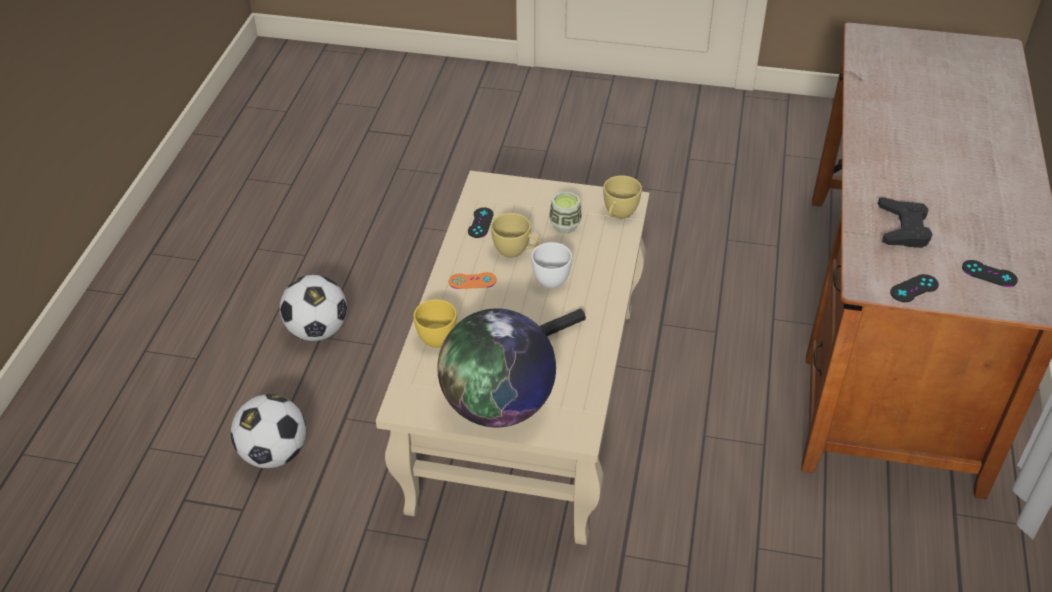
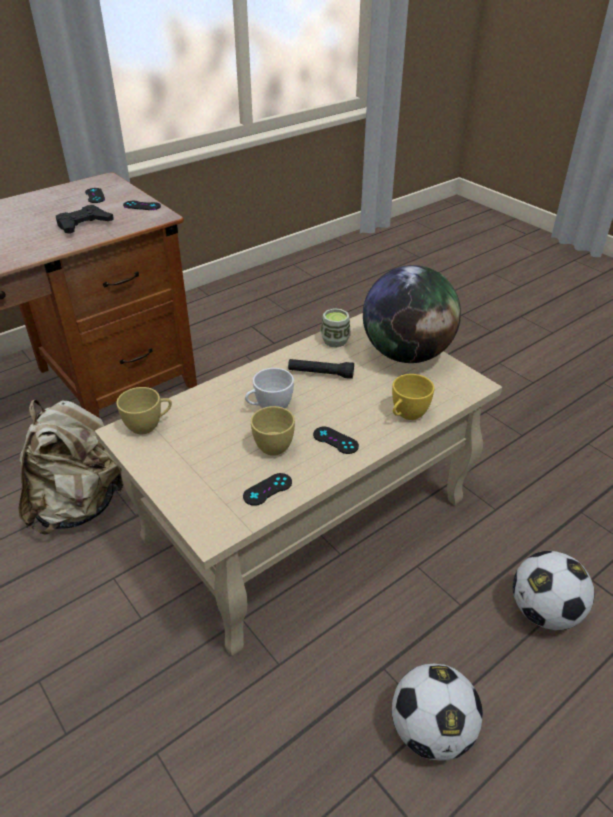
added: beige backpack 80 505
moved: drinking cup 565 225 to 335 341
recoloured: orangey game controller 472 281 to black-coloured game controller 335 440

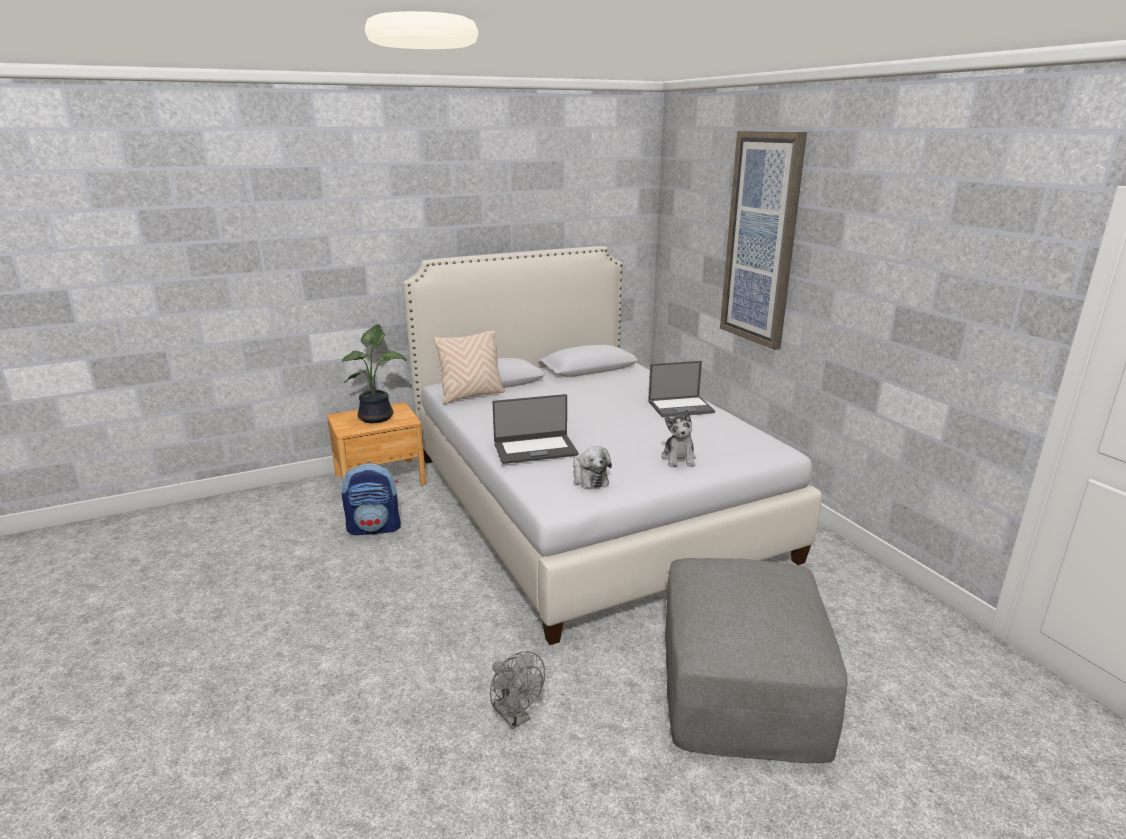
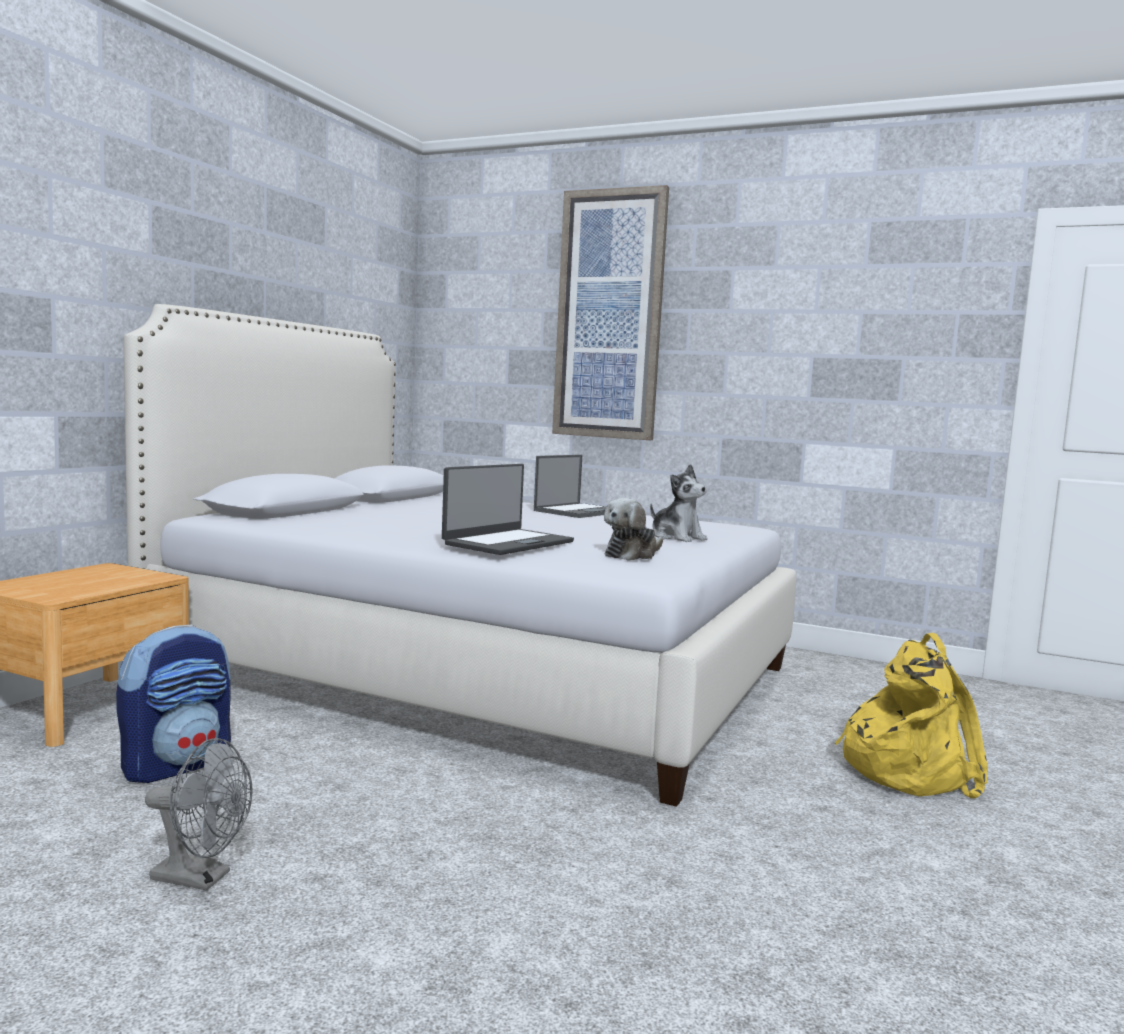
removed: plant in a pot 378 417; beige cushion 471 396
moved: gray electric fan 515 717 to 201 878
replaced: gray ottoman 741 684 to yellowish backpack 907 770
turned: soft toy 589 478 = 632 555 105 degrees clockwise

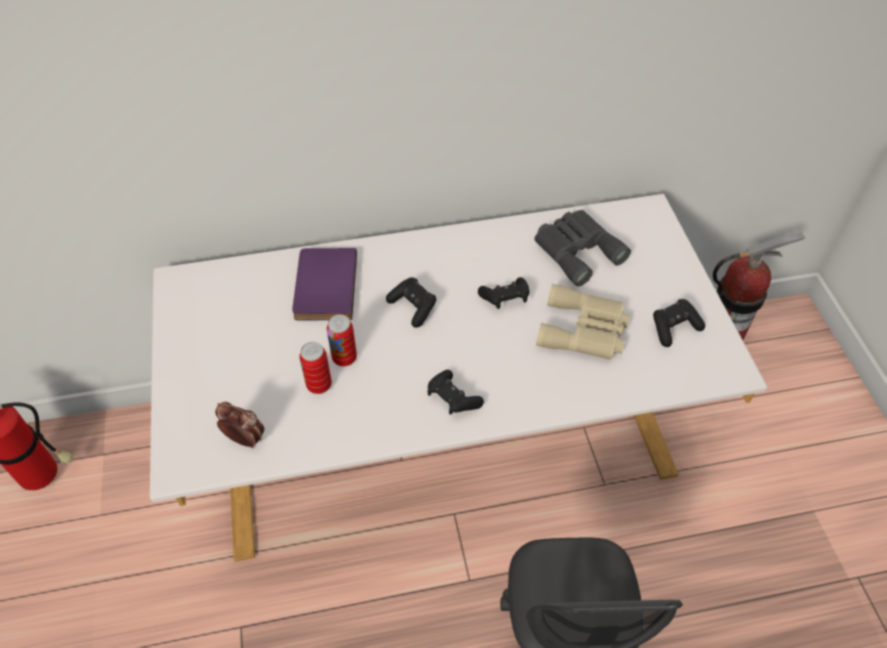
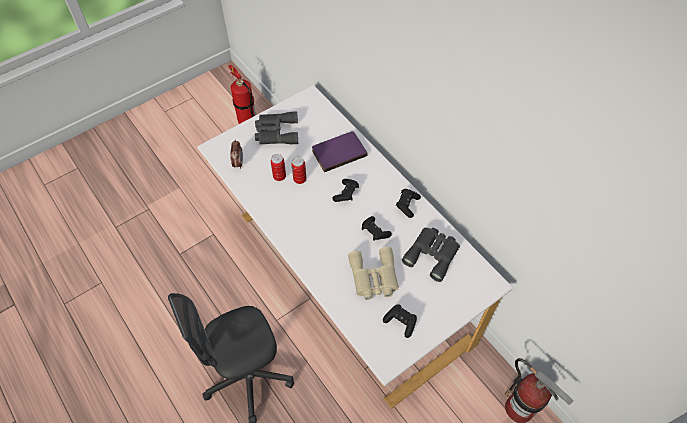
added: gray binoculars 276 132
moved: black-coloured game controller 452 399 to 407 205

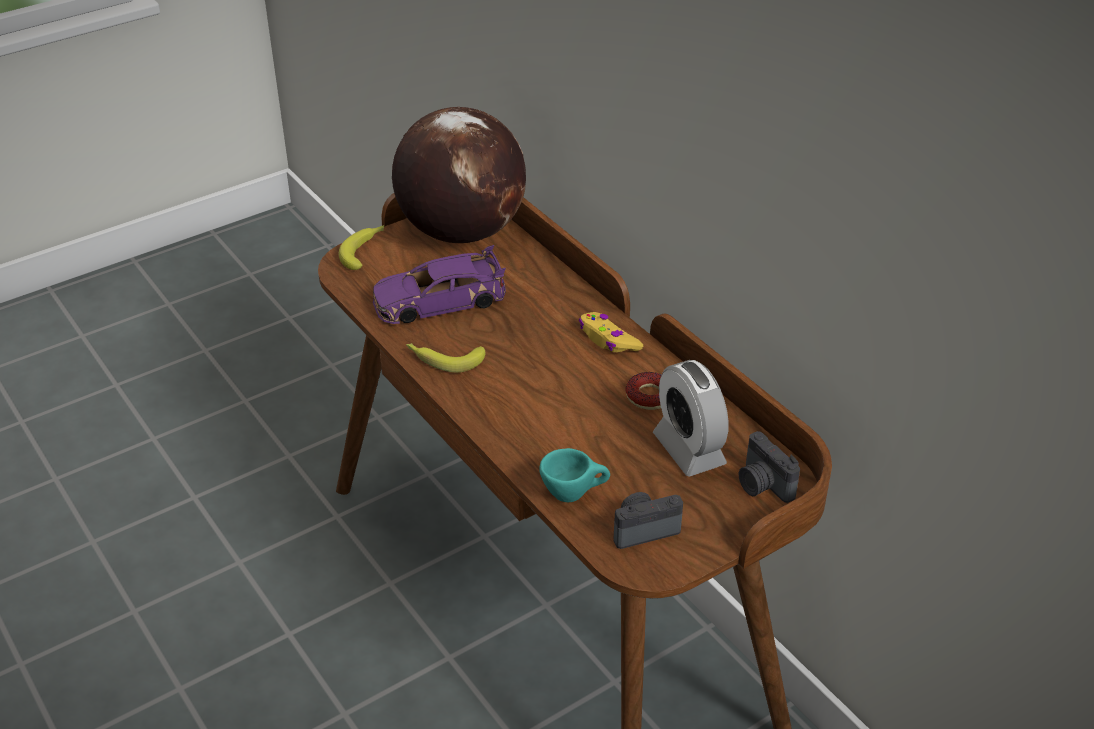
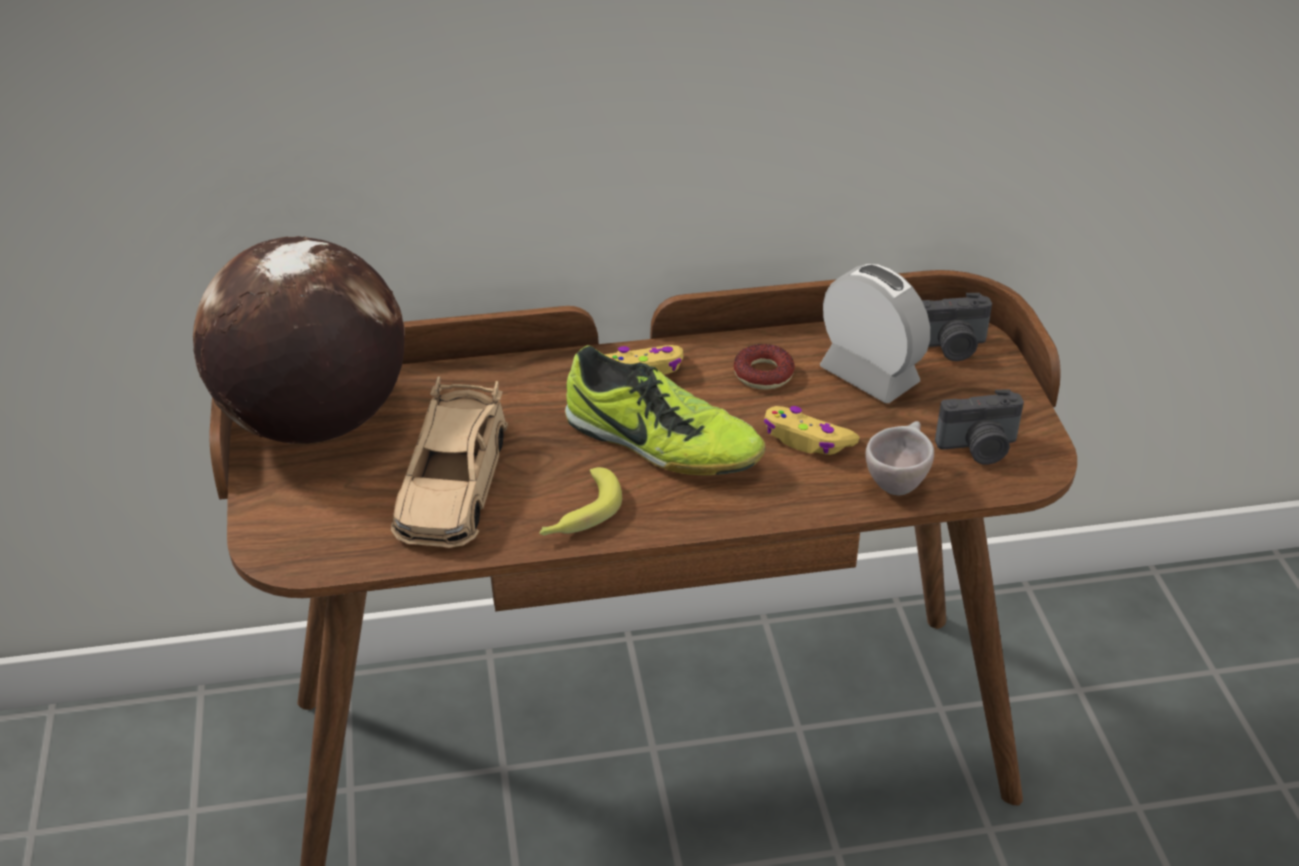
removed: banana fruit 365 251
added: shoe 661 444; yellowish game controller 807 440
recoloured: purplish model car 440 301 to beige model car 452 483; turquoise drinking cup 574 494 to beige drinking cup 897 481
turned: still camera 643 529 = 979 448 105 degrees counterclockwise; alarm clock 689 449 = 869 376 135 degrees counterclockwise

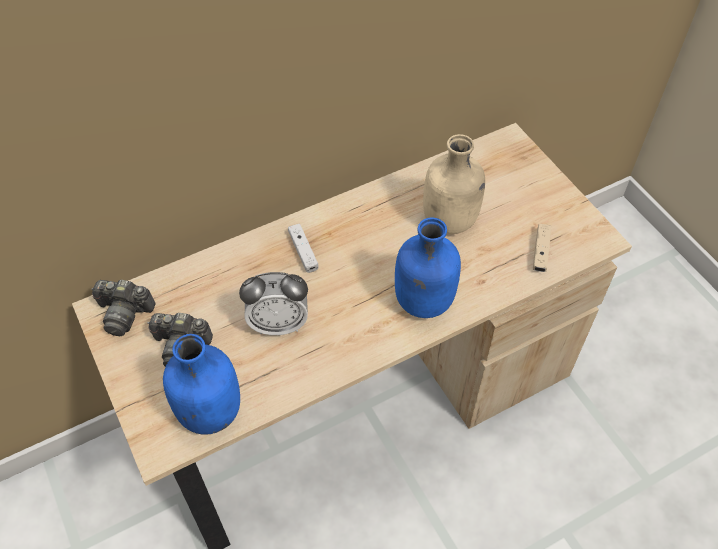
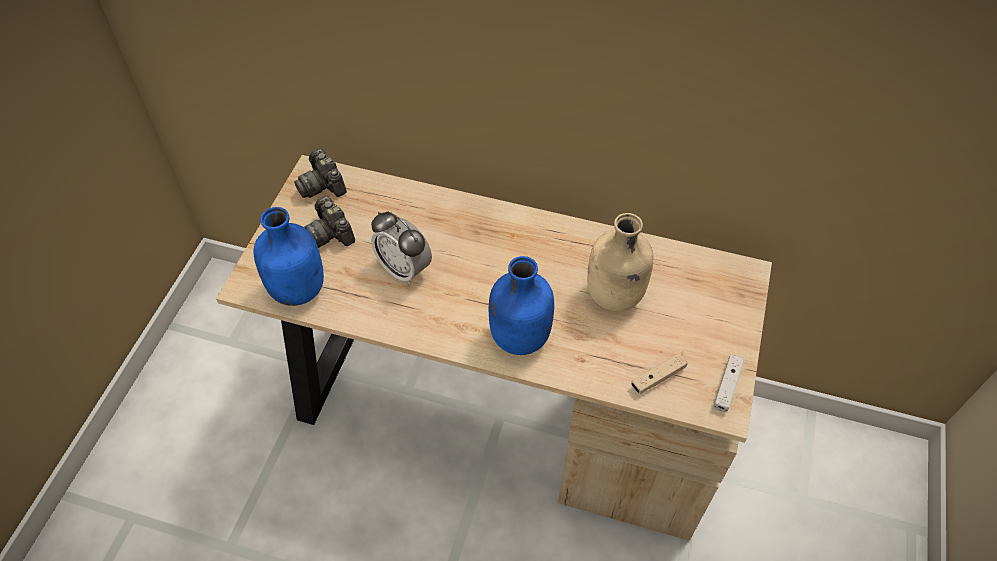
moved: white-coloured game controller 303 252 to 727 386

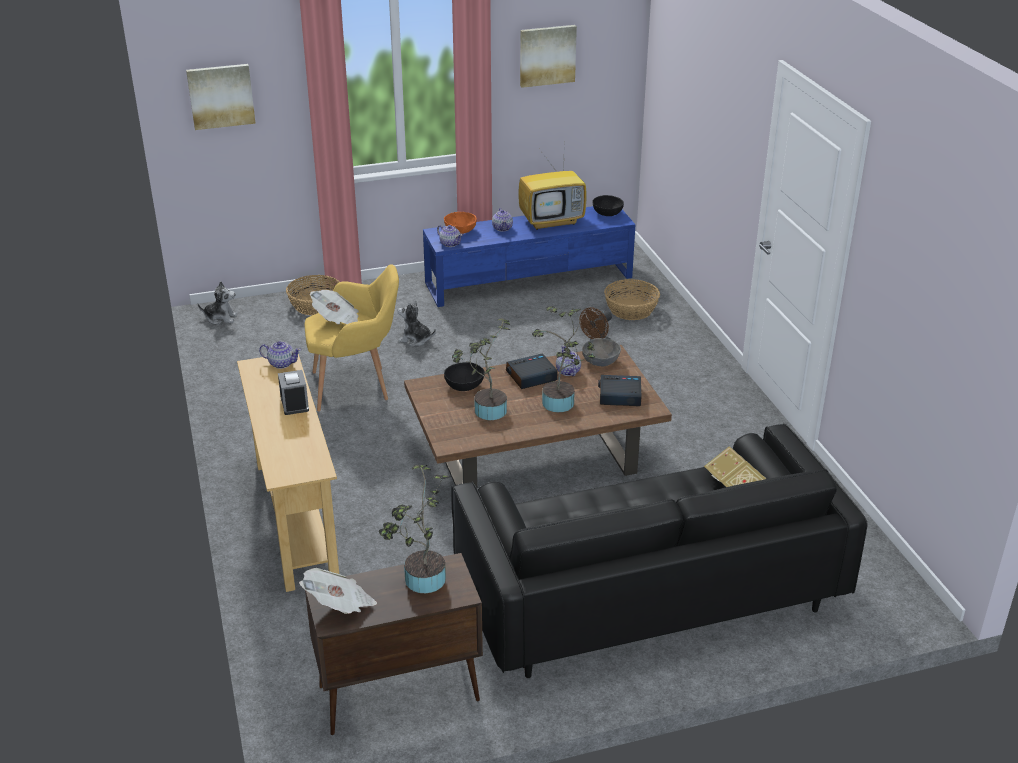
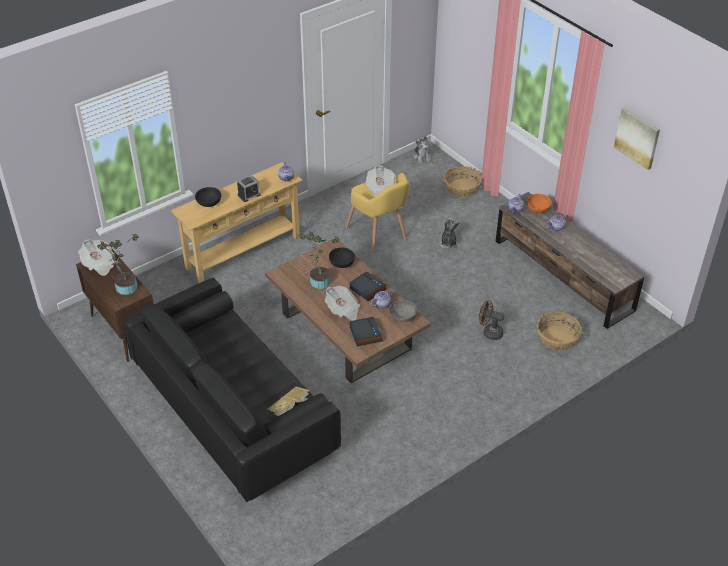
removed: wall picture 221 96; television 552 221
moved: black-coloured bowl 607 213 to 208 203
replaced: plant in a pot 562 404 to newspaper 343 310
recoloured: blue-coloured media console 530 280 to brownish media console 563 275

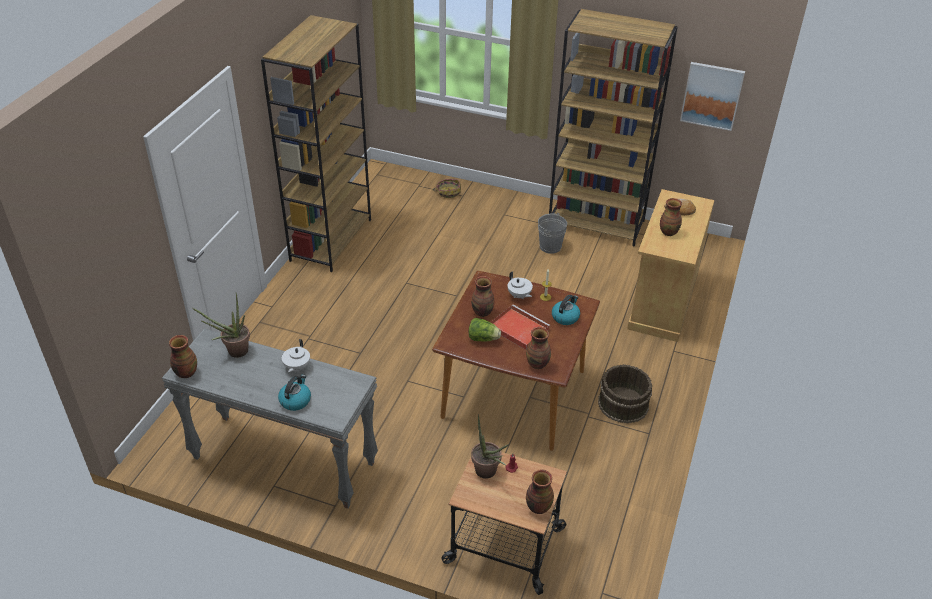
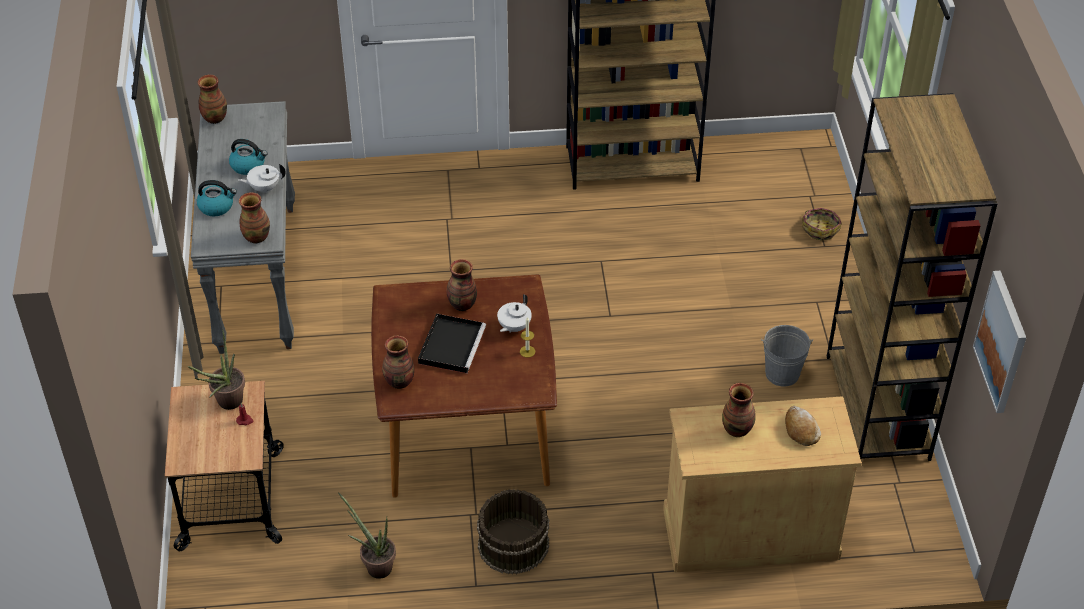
removed: lettuce 483 338
moved: plant in a pot 233 352 to 375 565; flower vase 538 507 to 256 237; kettle 565 317 to 248 165
recoloured: red tray 517 328 to black-coloured tray 451 345

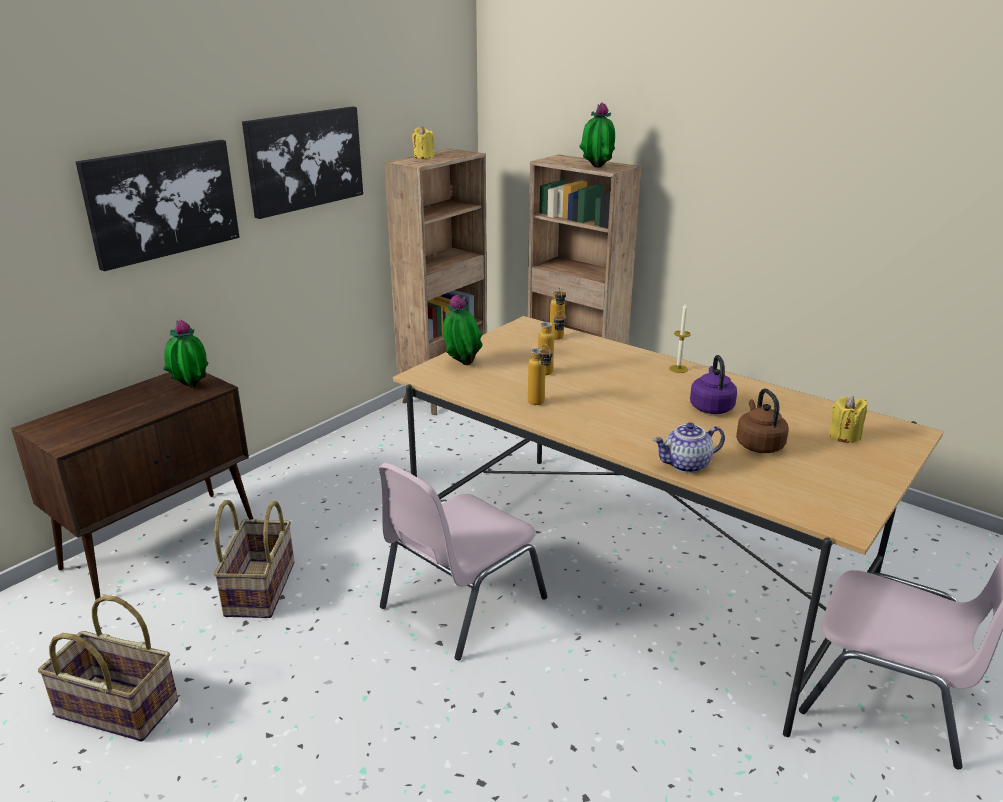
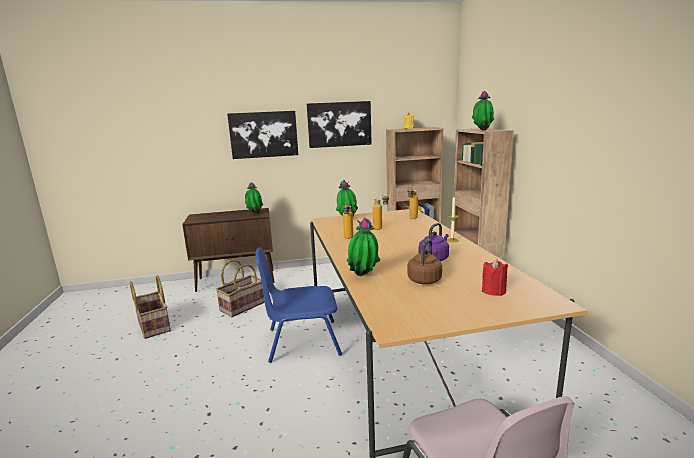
replaced: pot for tea 686 465 to plant in a pot 363 276
recoloured: pink-coloured chair 460 603 to blue-coloured chair 302 341; yellowish candle 844 436 to red candle 493 291

